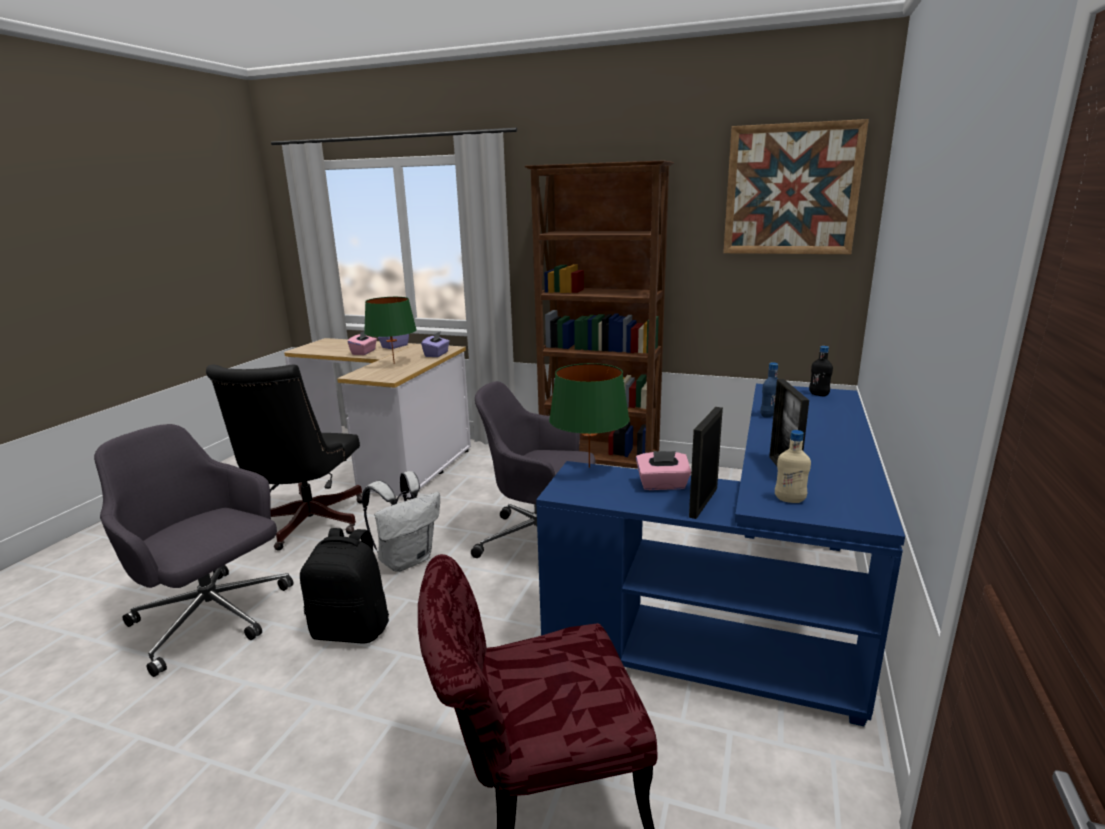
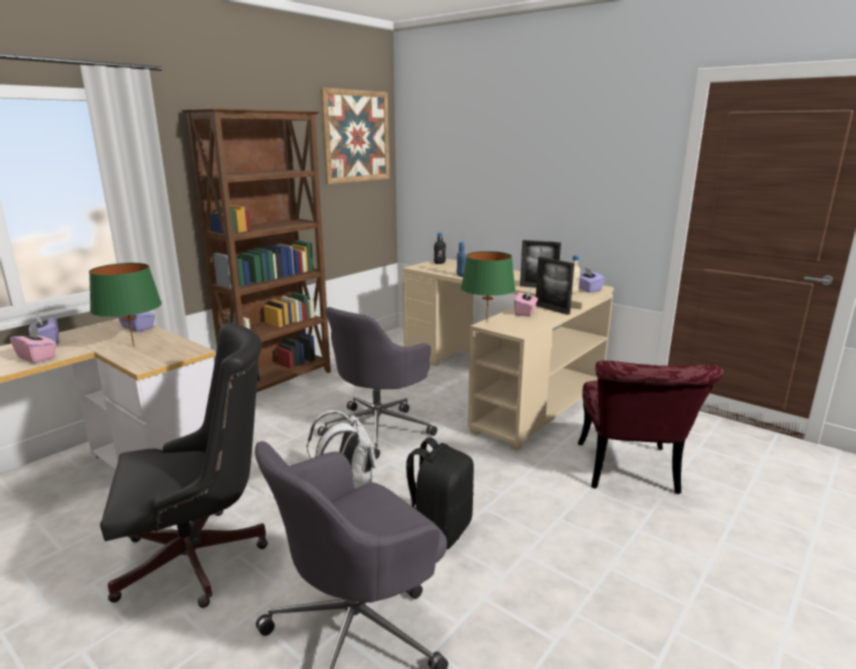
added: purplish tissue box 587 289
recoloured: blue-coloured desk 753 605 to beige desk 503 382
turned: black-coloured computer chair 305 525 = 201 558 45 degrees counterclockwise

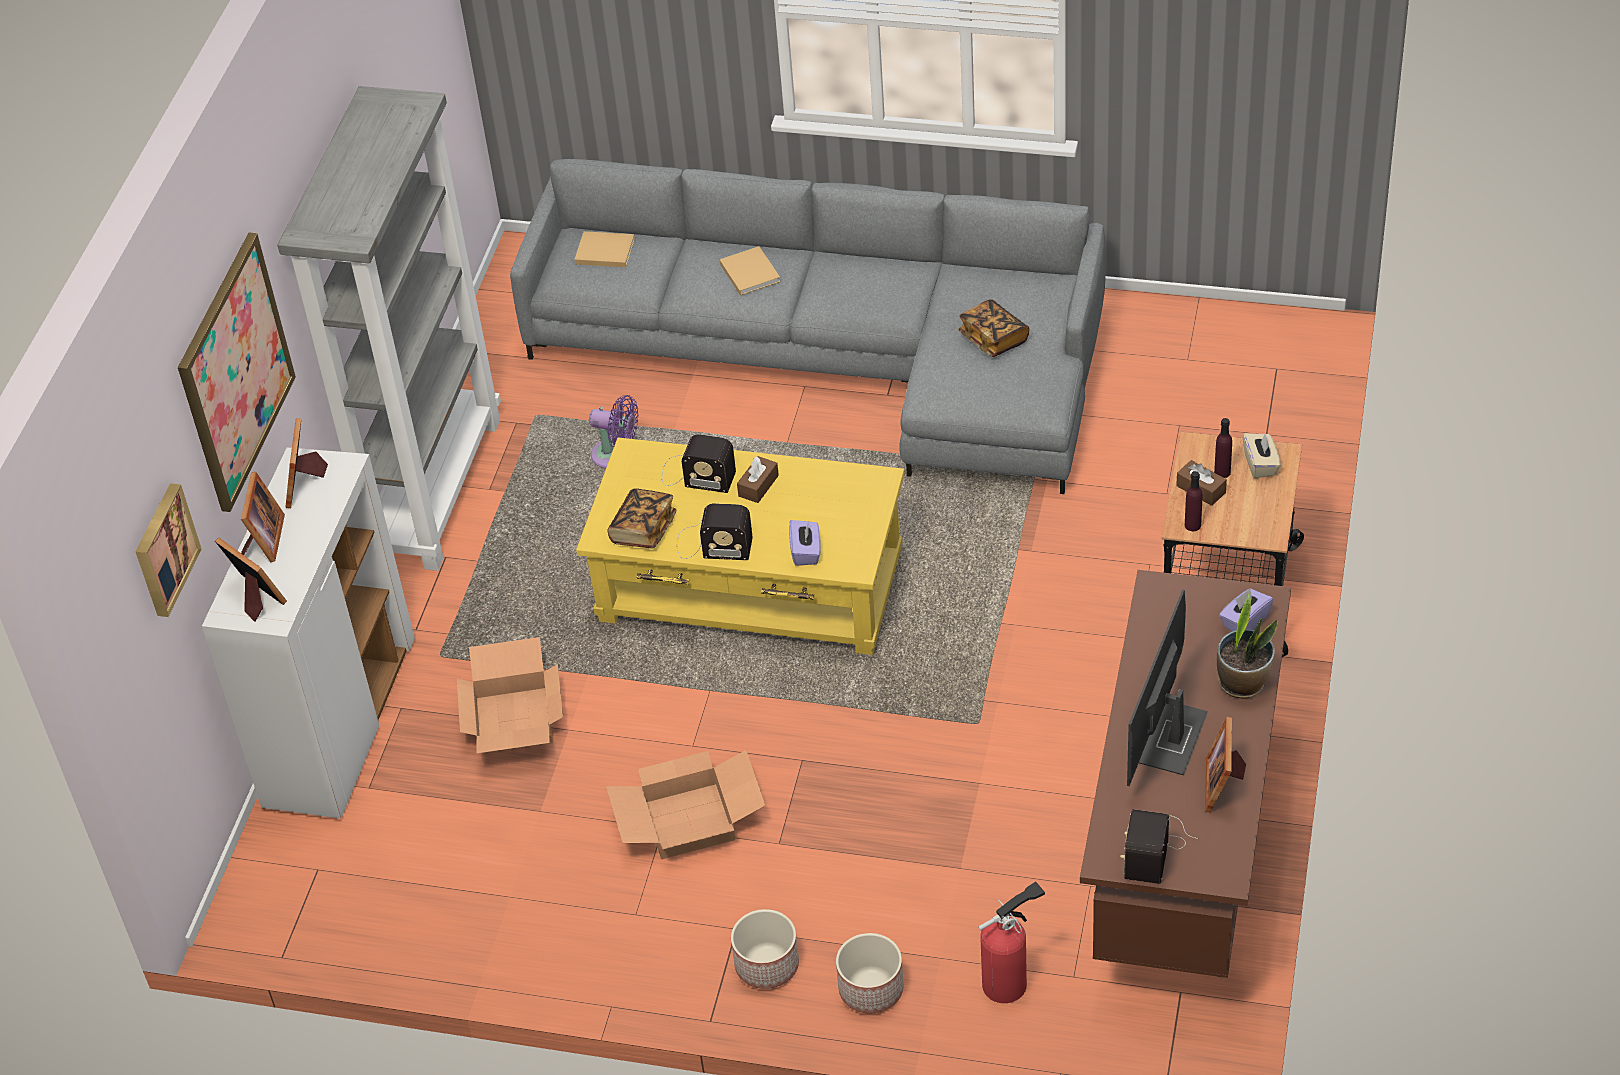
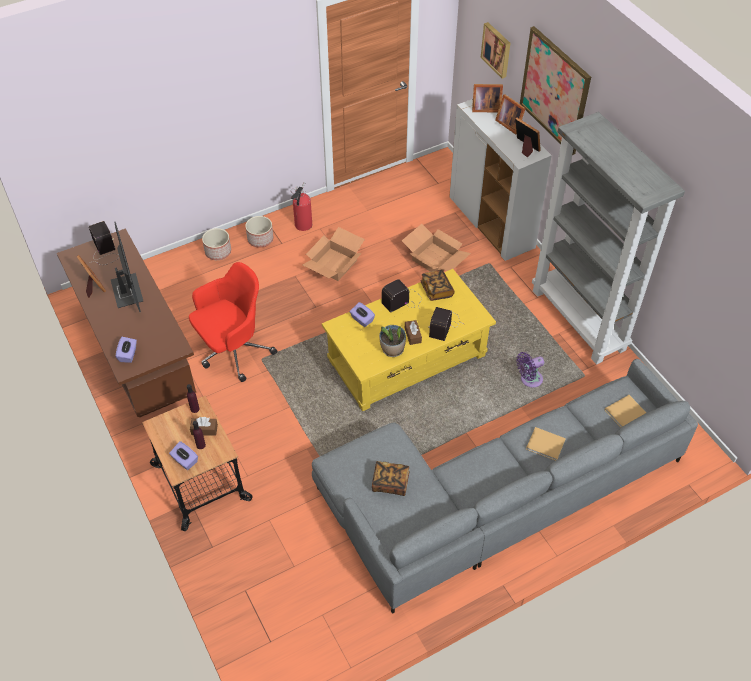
added: red computer chair 233 350
moved: fire-fighting cylinder 1009 982 to 302 226; plant in a pot 1243 683 to 392 350
recoloured: beige tissue box 1260 464 to purplish tissue box 185 461
turned: radio 695 474 = 444 324 45 degrees counterclockwise

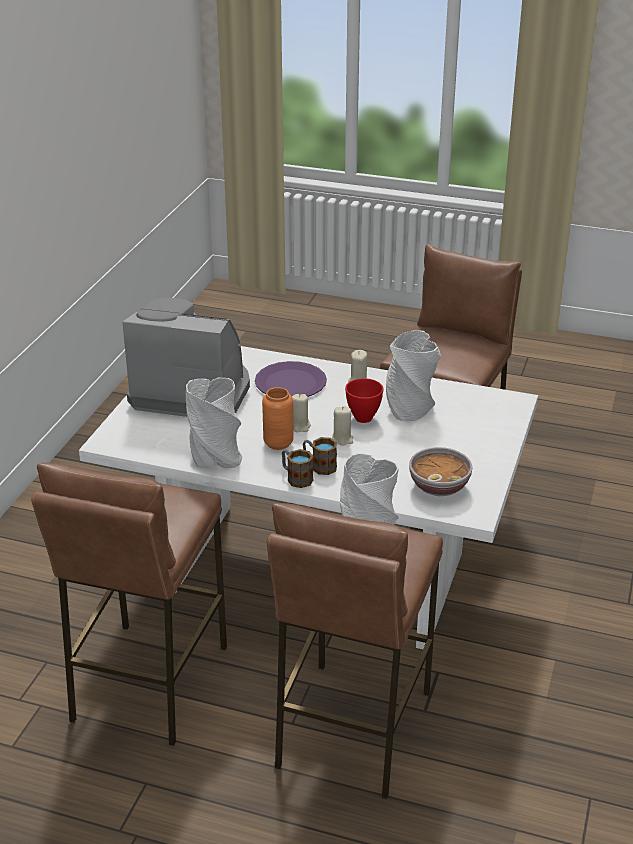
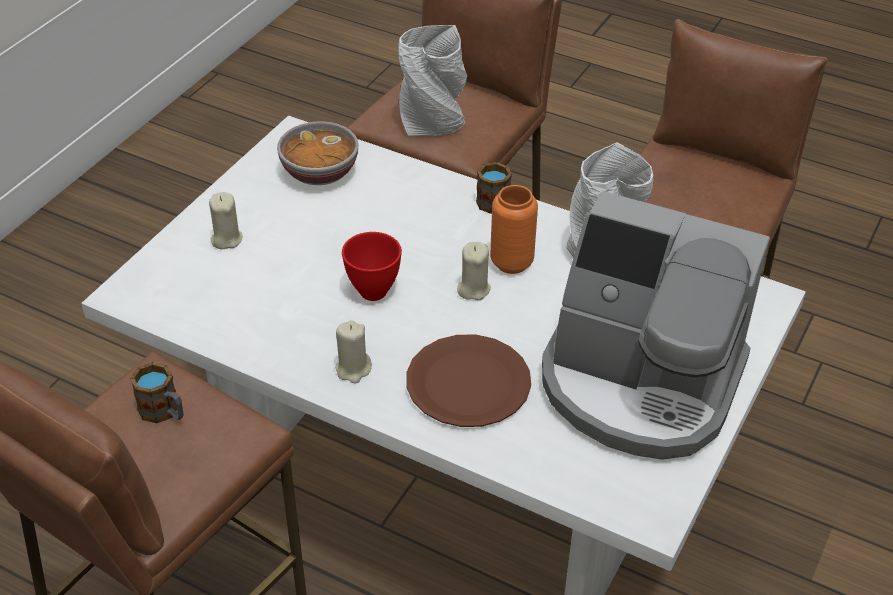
removed: gray flower vase 409 407
moved: coffee mug 319 466 to 164 412; beige candle 342 439 to 226 239
recoloured: purplish dinner plate 291 383 to brownish dinner plate 468 383

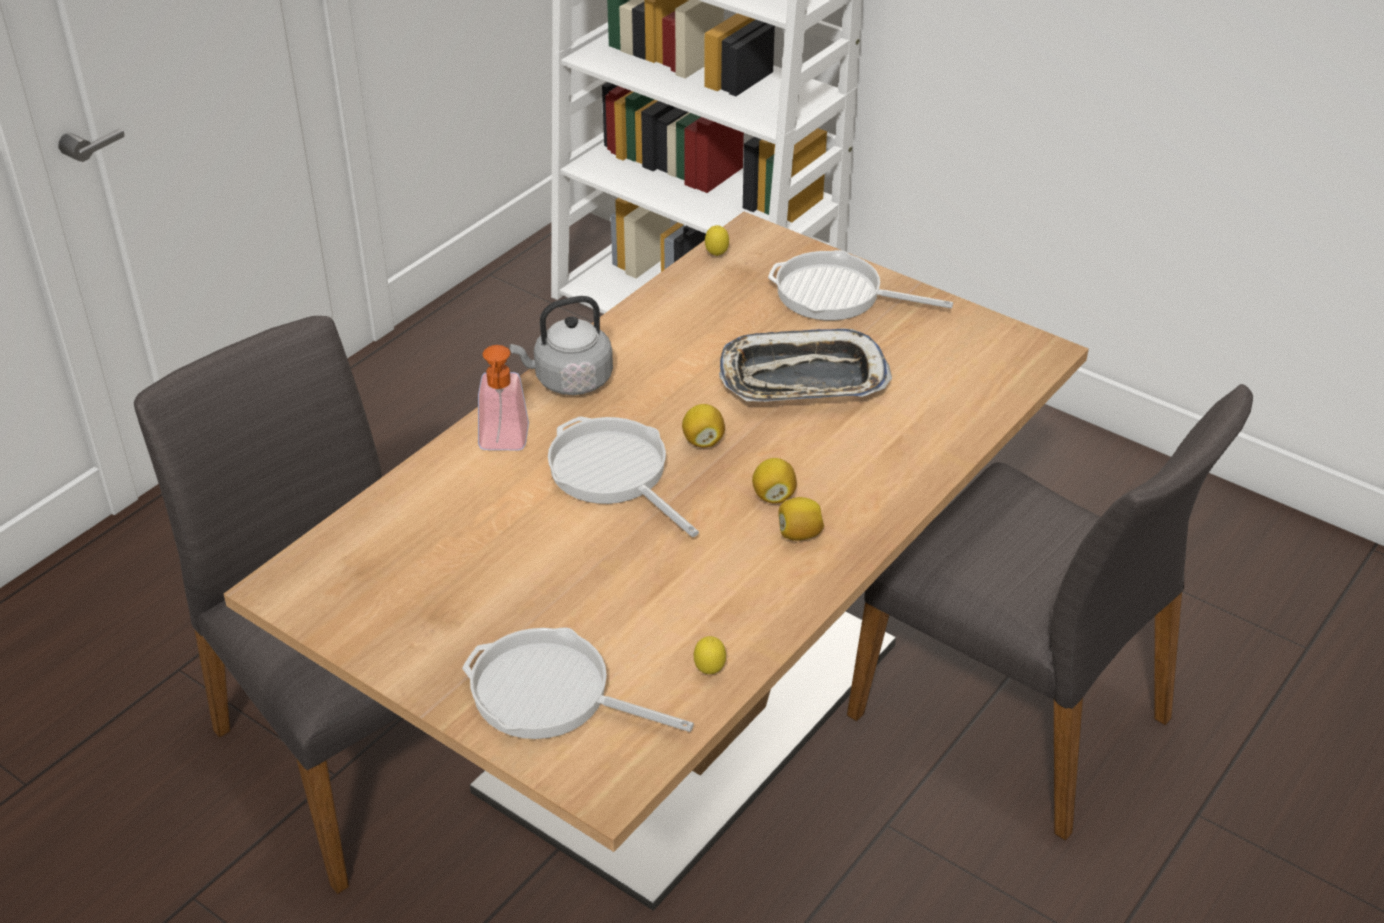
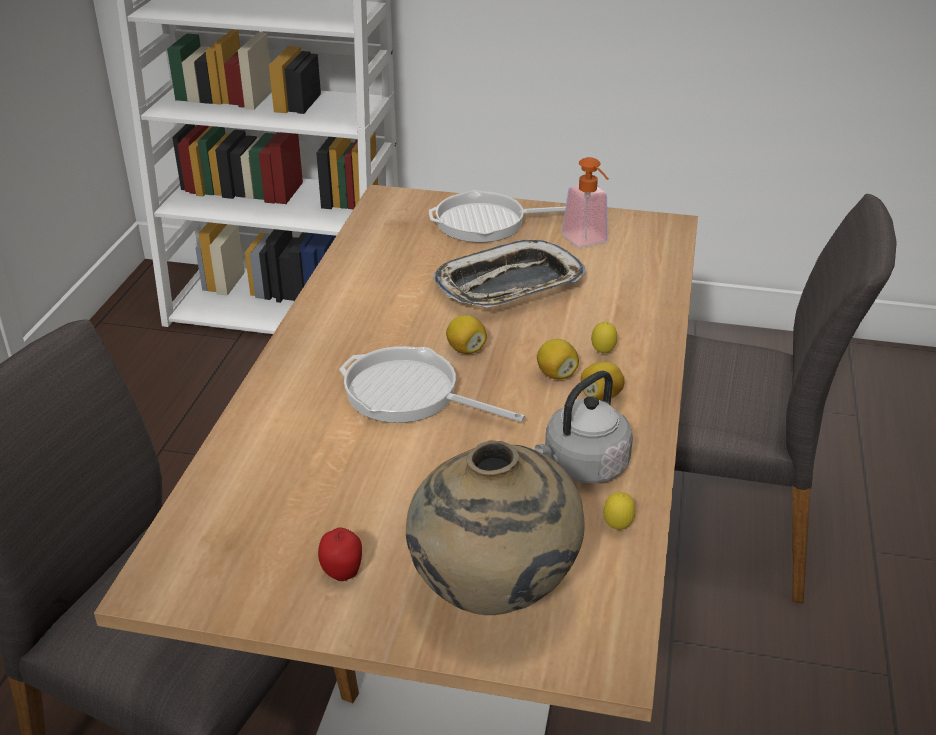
added: whole apple 342 573
moved: soap dispenser 503 444 to 588 242; gray kettle 569 380 to 582 467; whole lemon 716 255 to 603 353
replaced: skillet 550 694 to beige flower vase 493 596

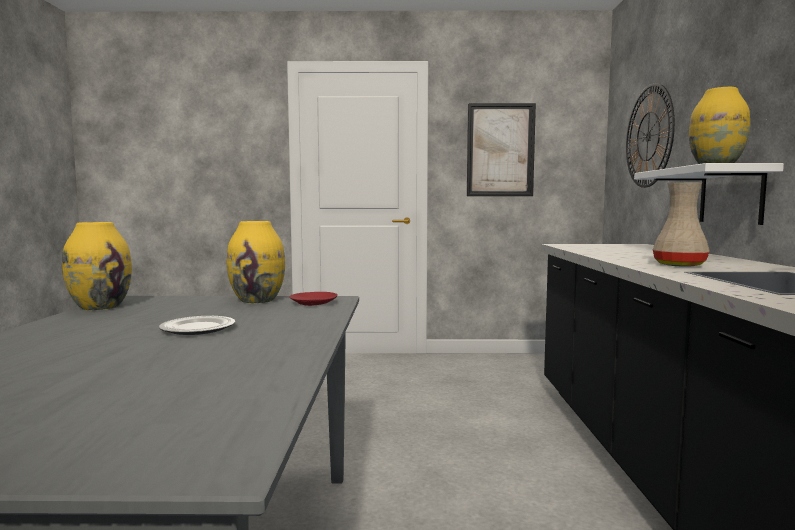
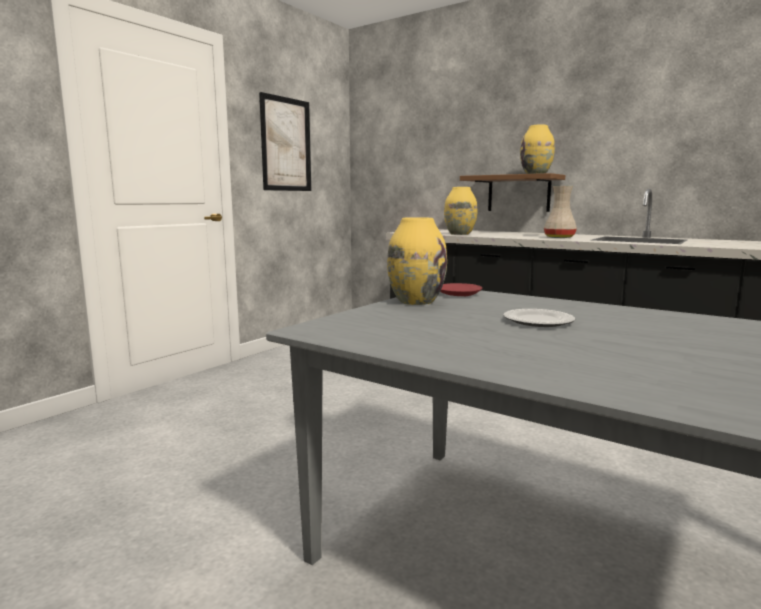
removed: hanging clock 648 136
moved: yellowish flower vase 100 307 to 459 234
recoloured: white-coloured bracket shelf 731 196 to brownish bracket shelf 518 193

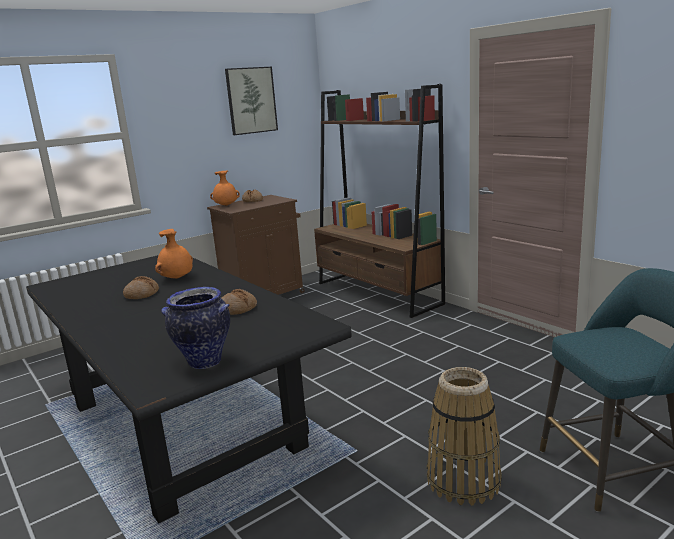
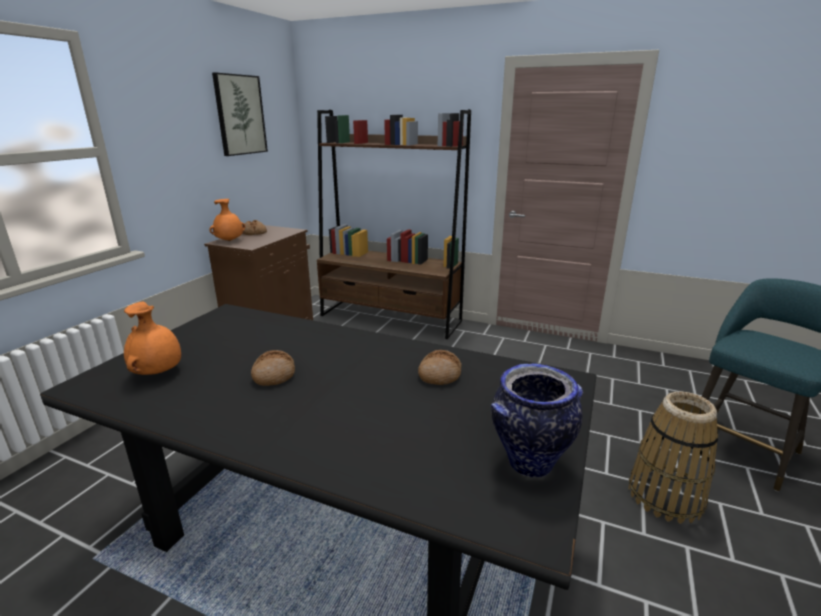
moved: orangey flower vase 177 278 to 158 372

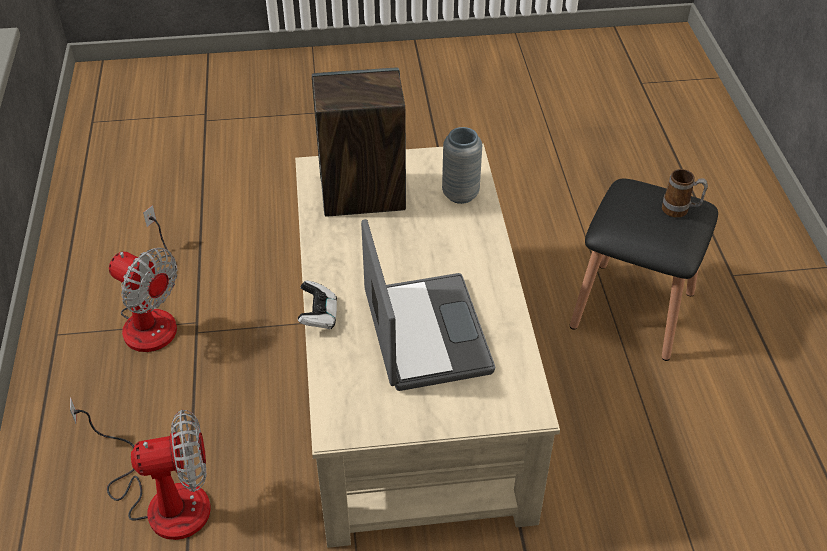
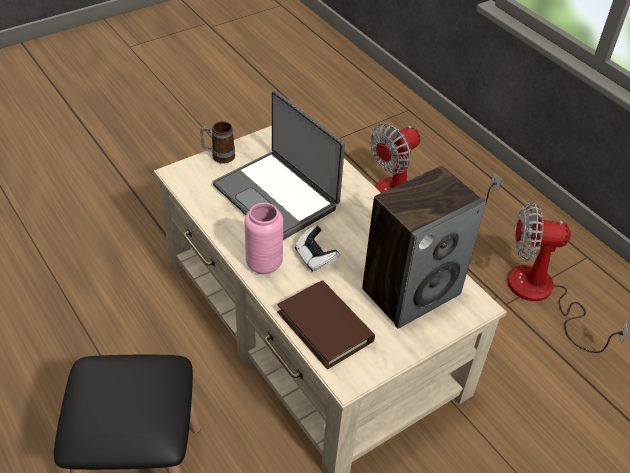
added: pink-coloured flower vase 264 264
moved: game controller 318 316 to 315 257; coffee mug 680 211 to 218 157
replaced: gray flower vase 460 194 to brownish bound book 325 326

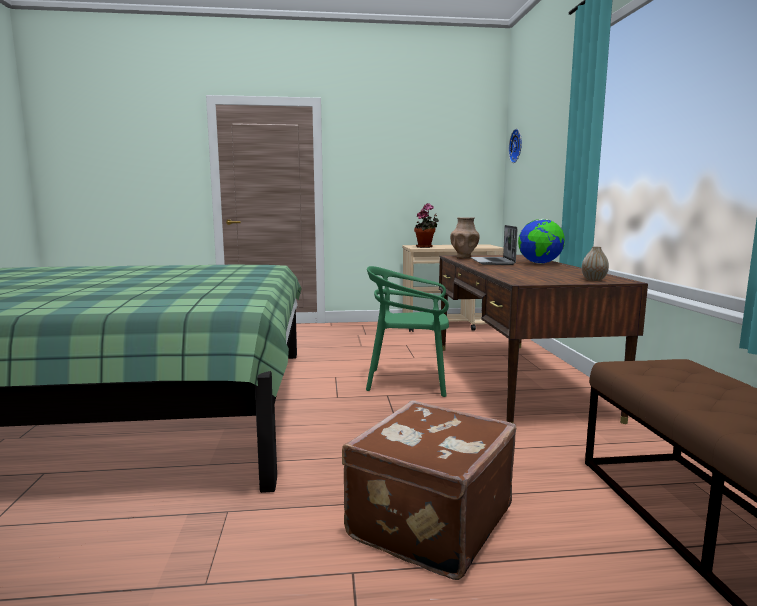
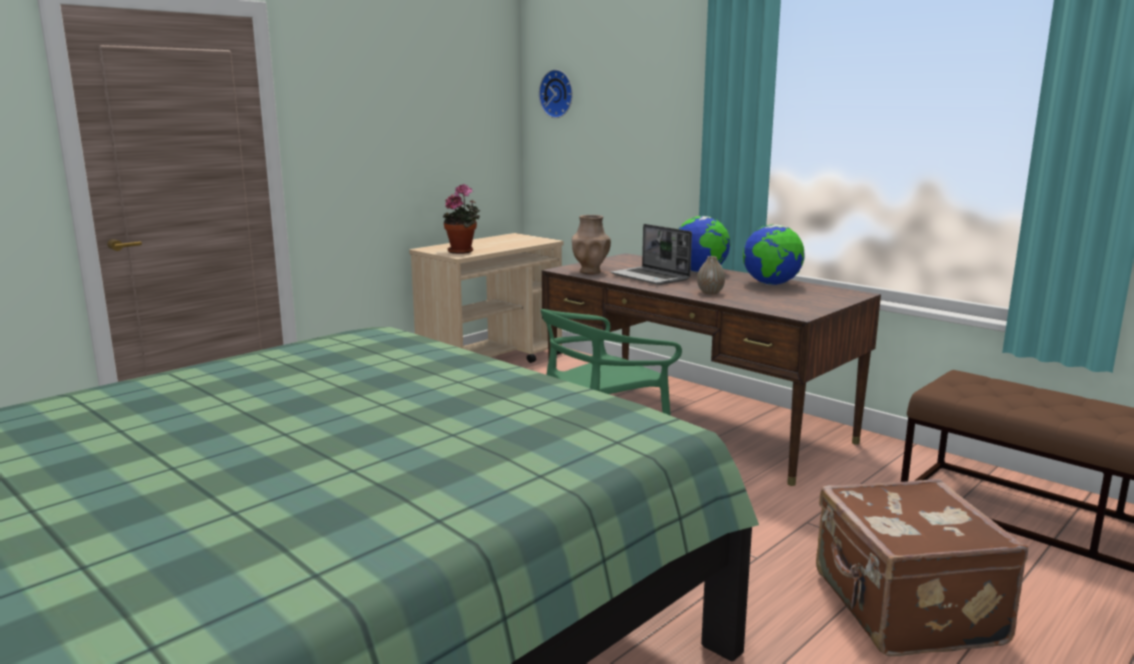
added: globe 771 284
moved: flower vase 594 280 to 710 293

